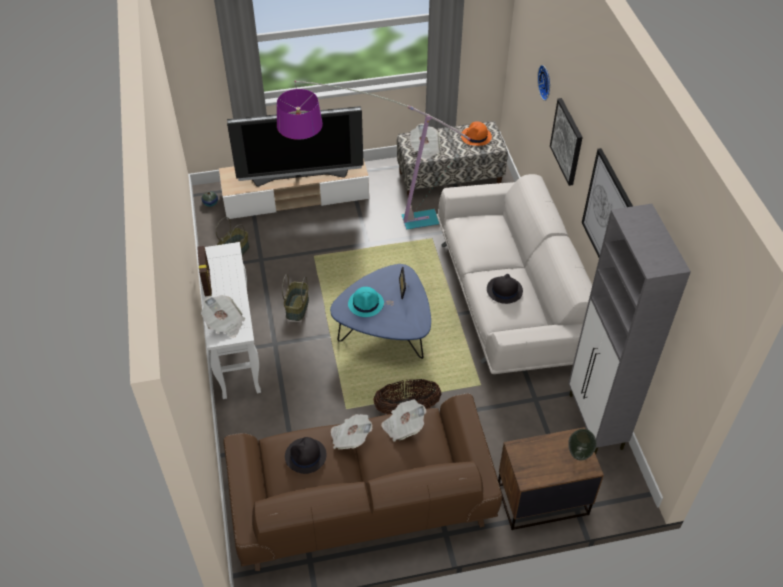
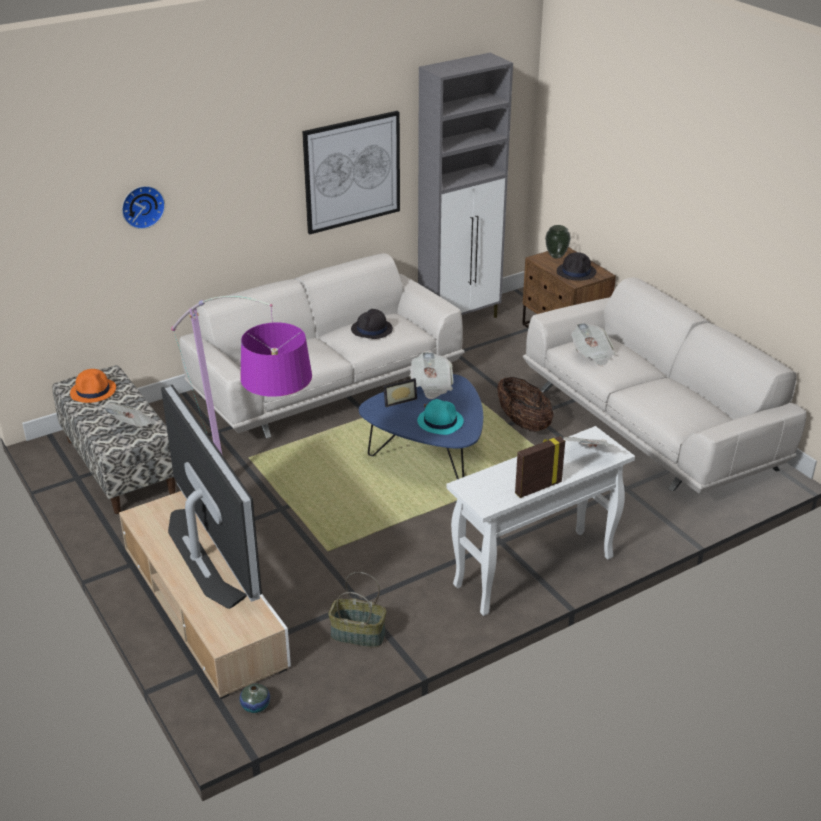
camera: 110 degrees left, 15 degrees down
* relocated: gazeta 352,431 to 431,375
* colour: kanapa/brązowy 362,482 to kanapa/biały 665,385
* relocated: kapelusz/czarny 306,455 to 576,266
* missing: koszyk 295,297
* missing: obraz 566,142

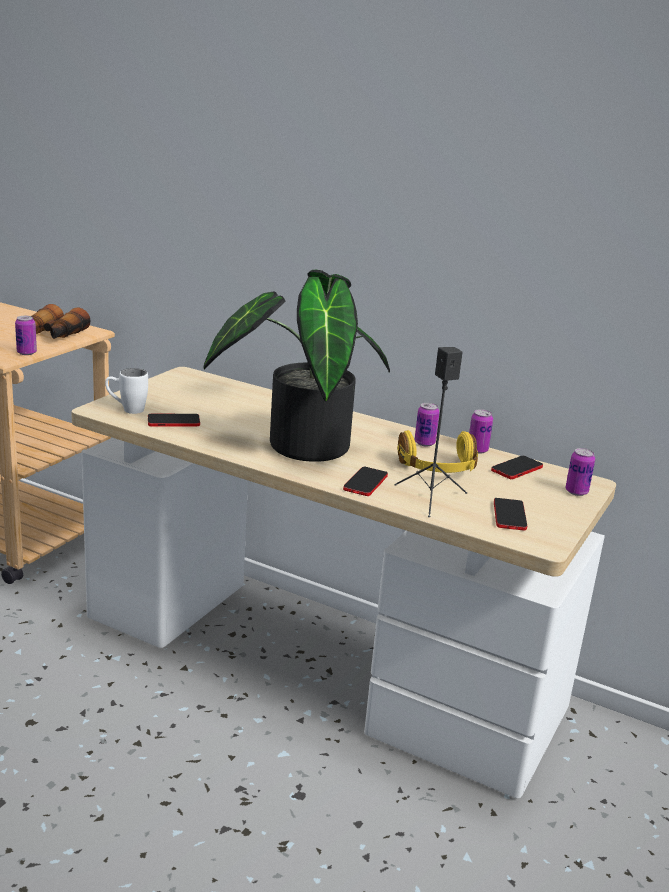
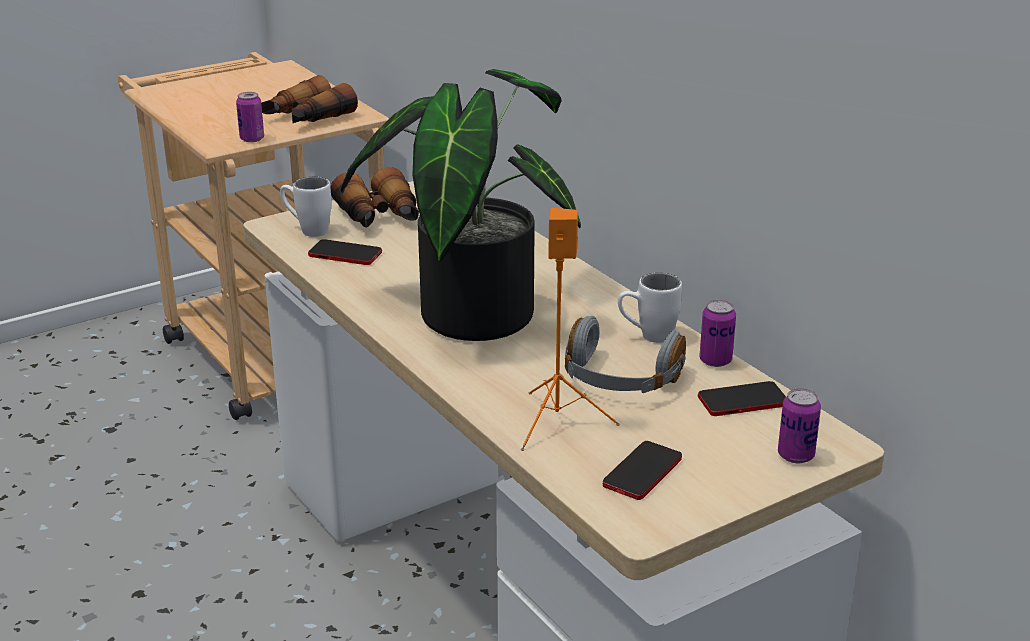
camera: 30 degrees right, 5 degrees up
* appeared: lornetka 374,197
* colour: głośnik/czarny 430,432 to głośnik/pomarańczowy 570,329
* colour: słuchawki/żółty 438,451 to słuchawki/szary 625,354
* exchanged: puszka 427,424 to kubek/biały 650,308
* missing: telefon 365,481

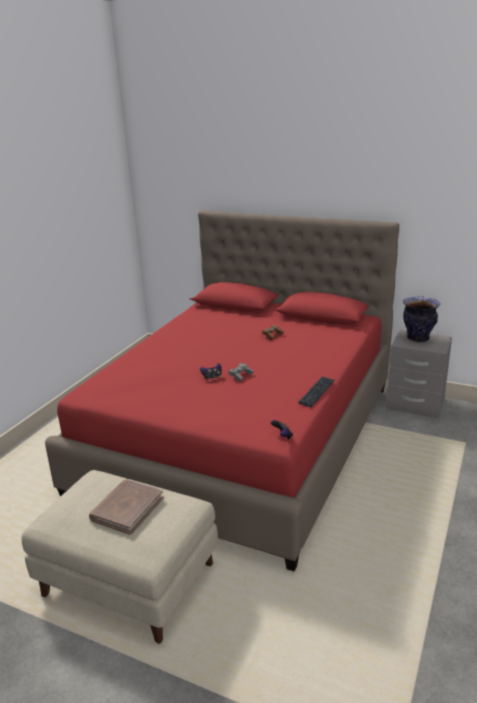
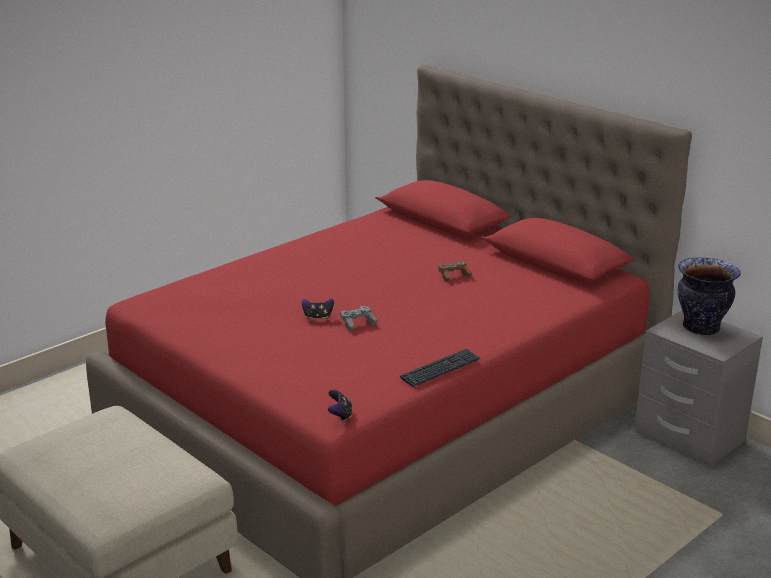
camera: 20 degrees right, 0 degrees up
* missing: książka/brązowy 126,507

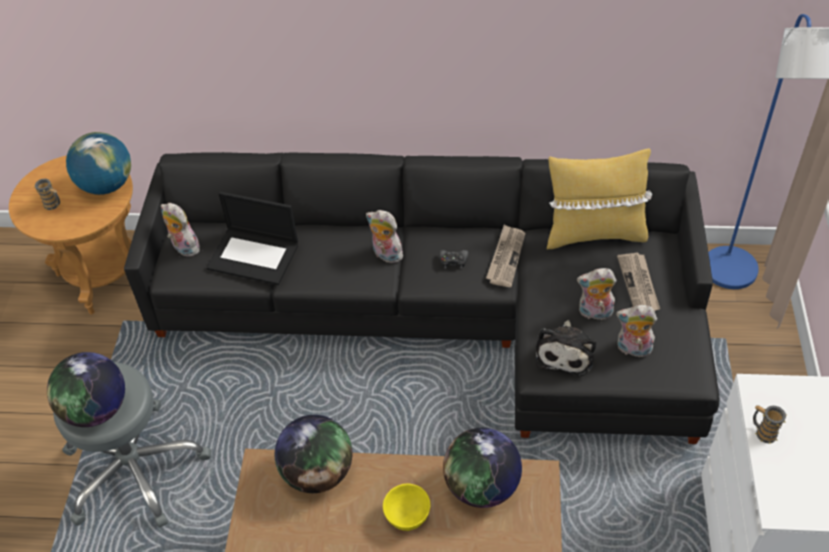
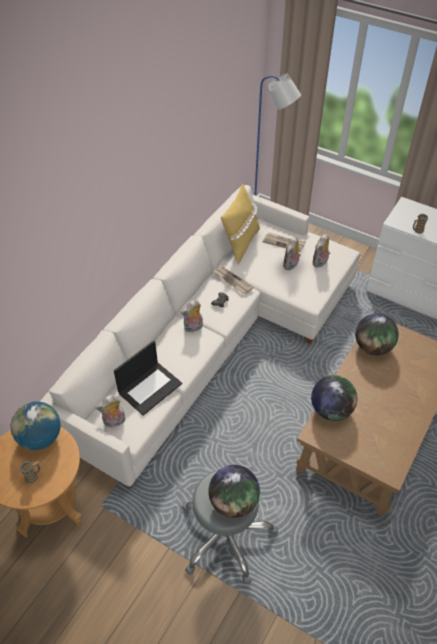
camera: 65 degrees left, 0 degrees up
* colour: kanapa/czarny 422,298 to kanapa/biały 200,336
* missing: miska/żółty 407,507
* missing: pluszak 566,348

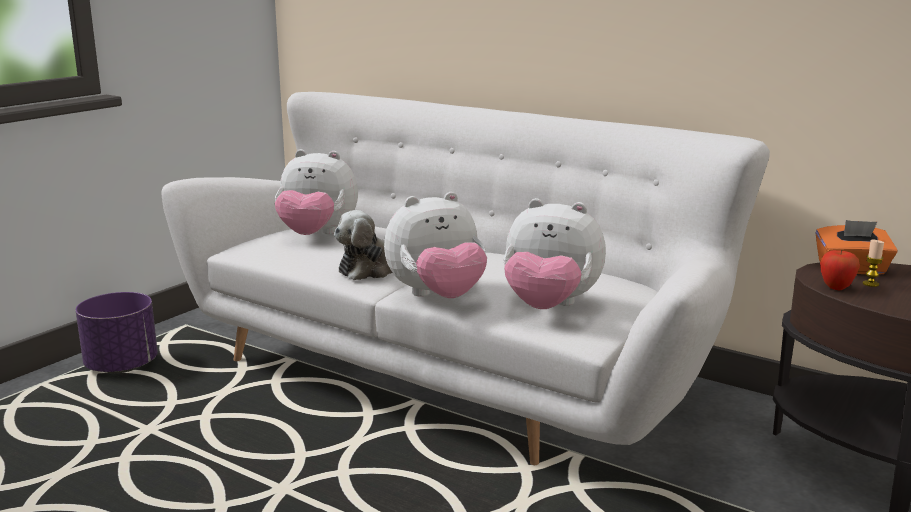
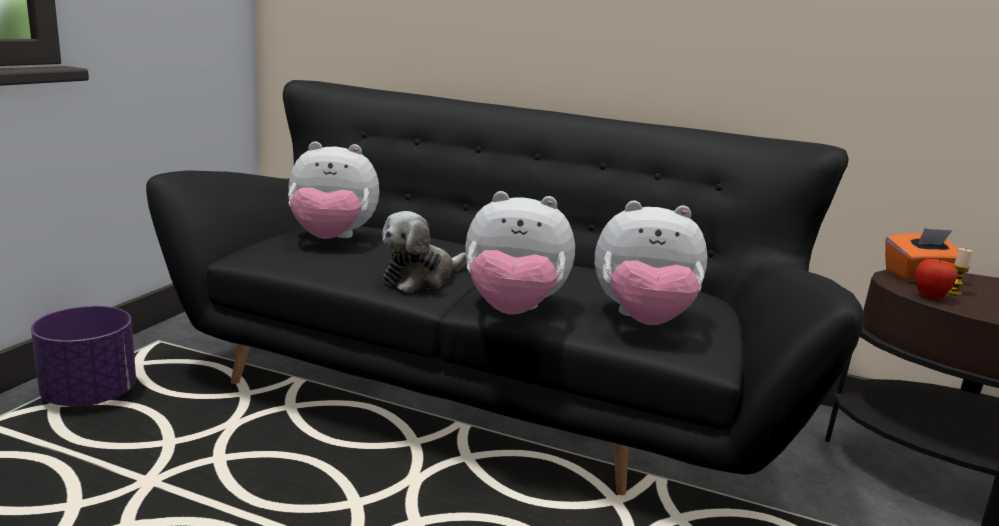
camera: 15 degrees left, 0 degrees up
* colour: kanapa/biały 466,278 to kanapa/czarny 505,287
* spun: pluszak 435,245 = 520,252 45 degrees clockwise

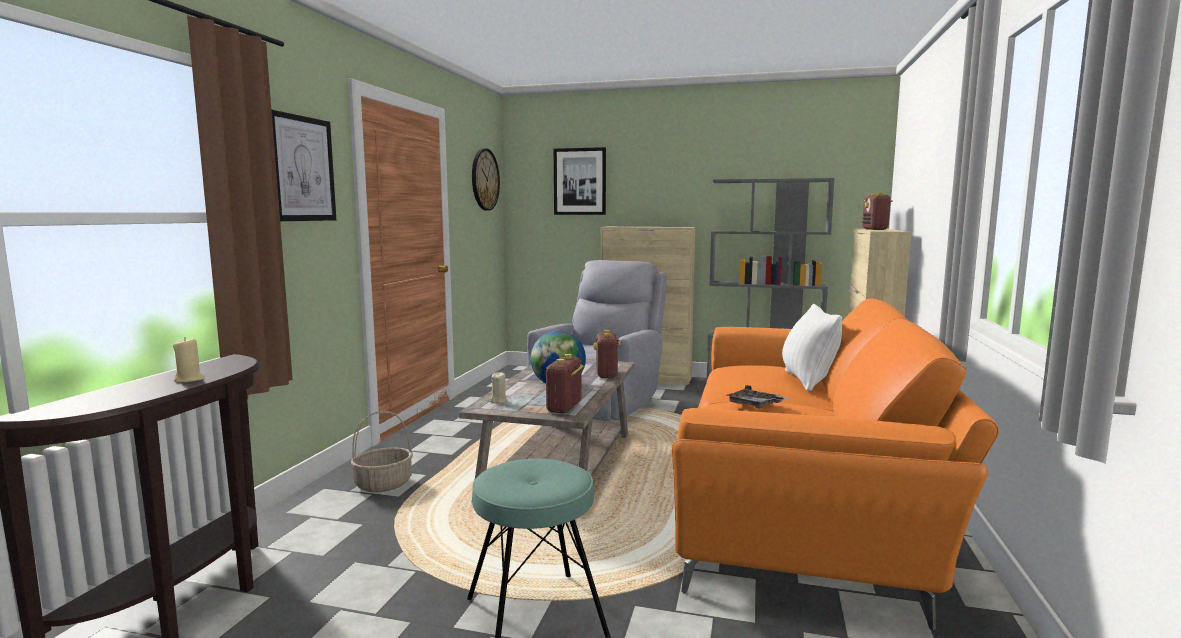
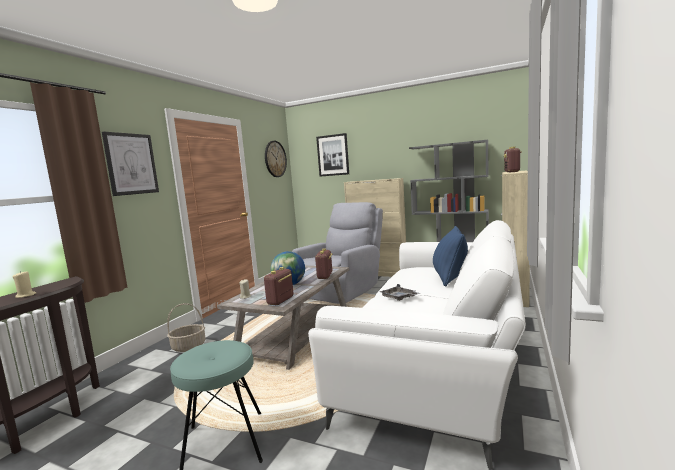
camera: 10 degrees right, 0 degrees up
* colour: kanapa/pomarańczowy 835,465 to kanapa/biały 417,345
* colour: poduszka/biały 812,348 to poduszka/niebieski 450,256

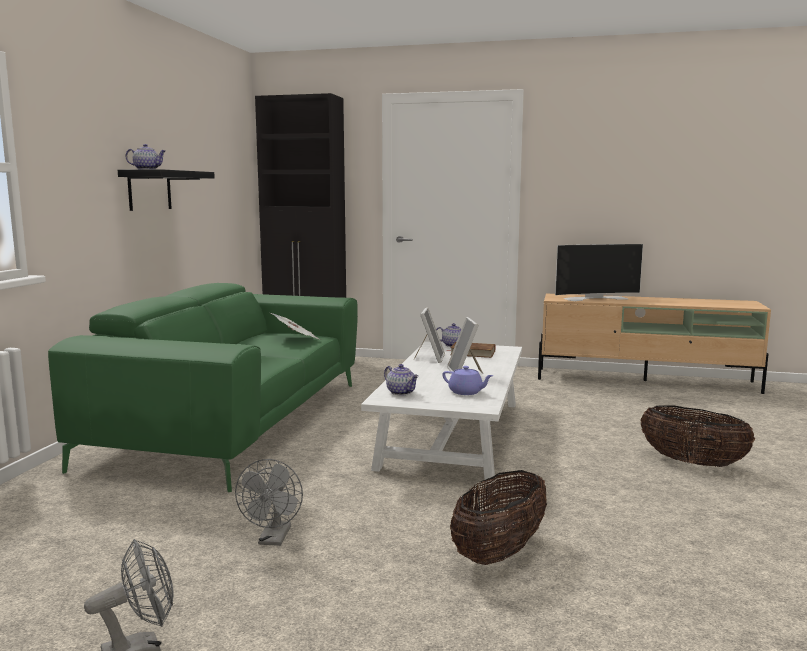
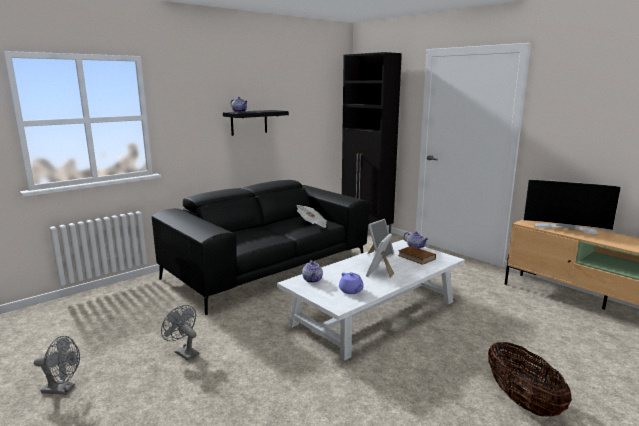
camera: 35 degrees right, 5 degrees up
* colour: kanapa/zielony 203,387 to kanapa/czarny 261,247
* spun: wentylator/szary 269,502 = 180,333 90 degrees clockwise
* missing: koszyk 498,517

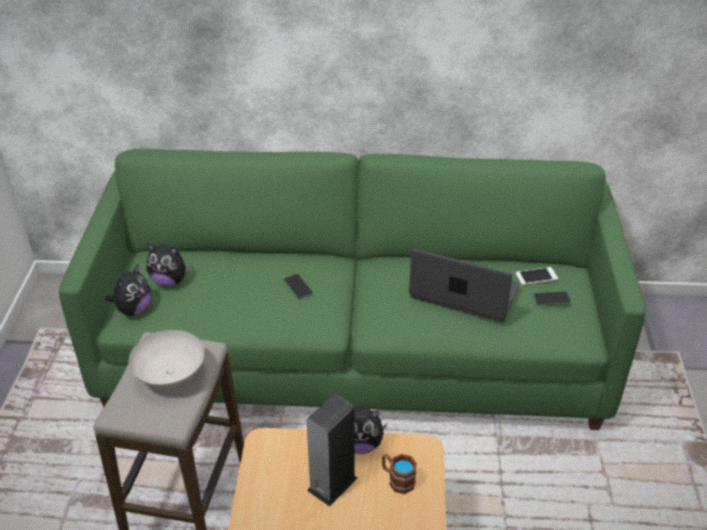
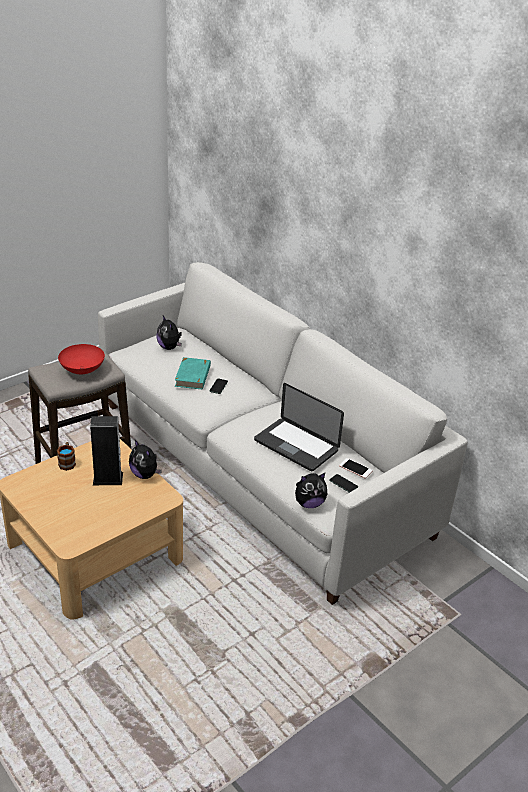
camera: 45 degrees right, 5 degrees down
* relocated: kubek 399,474 to 66,456
* colour: miska/biały 167,359 to miska/czerwony 81,359
* colour: kanapa/zielony 352,289 to kanapa/biały 283,433
* appeared: książka/turkusowy 193,373
* spun: laptop 464,285 = 299,427 150 degrees clockwise
* relocated: pluszak 128,290 to 311,490

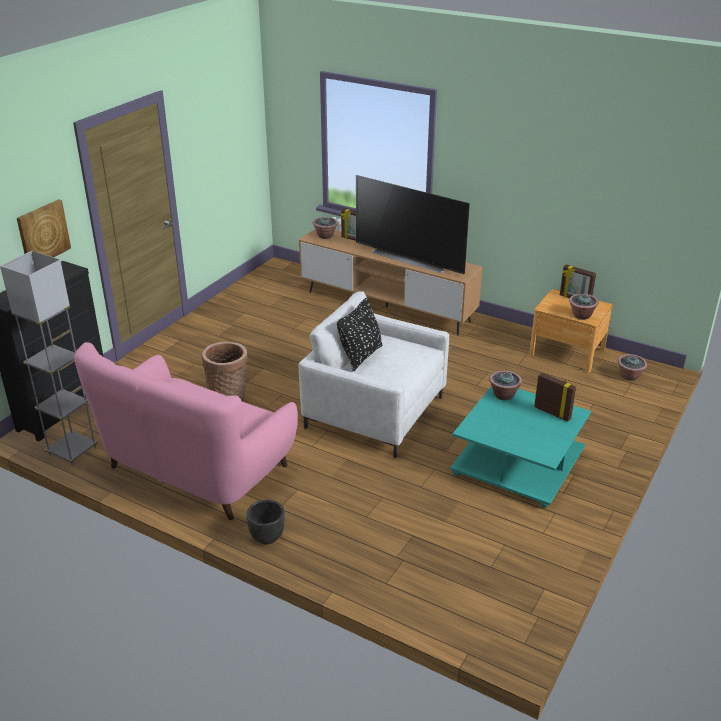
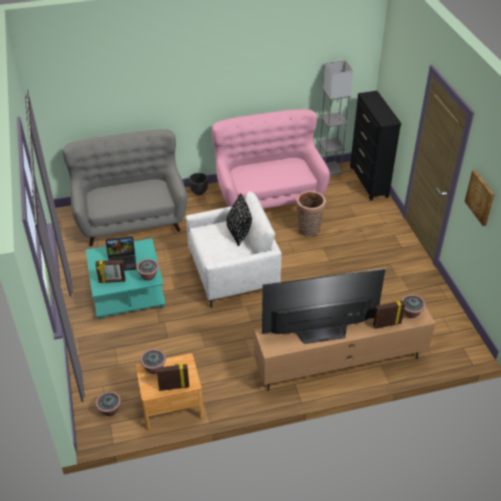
camera: 135 degrees right, 10 degrees up
* appeared: kanapa/szary 125,188
* appeared: laptop 120,253
* relocated: obraz 44,228 to 479,198

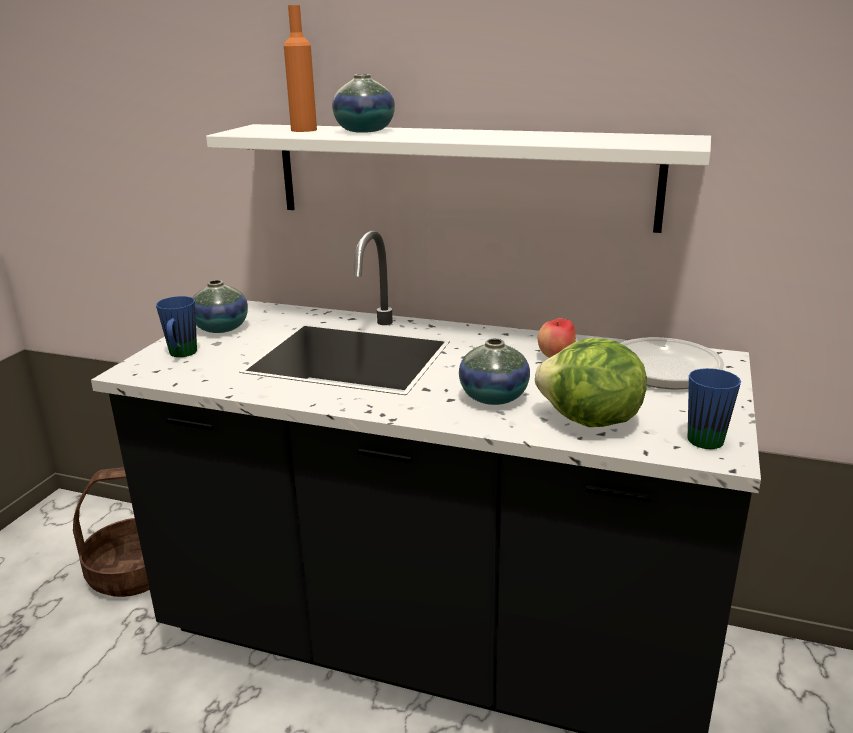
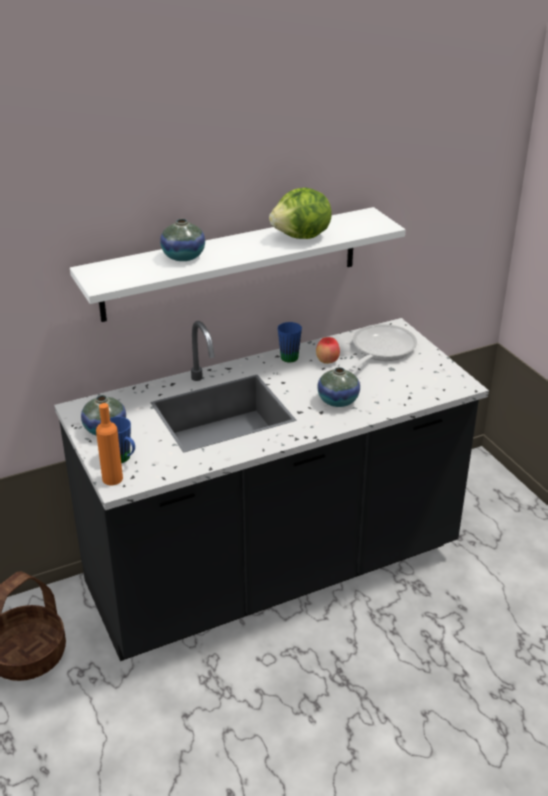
camera: 45 degrees left, 10 degrees up
* relocated: butelka/pomarańczowy 300,68 to 109,444
* relocated: sałata 591,382 to 300,213
* relocated: kubek/niebieski 714,408 to 290,342

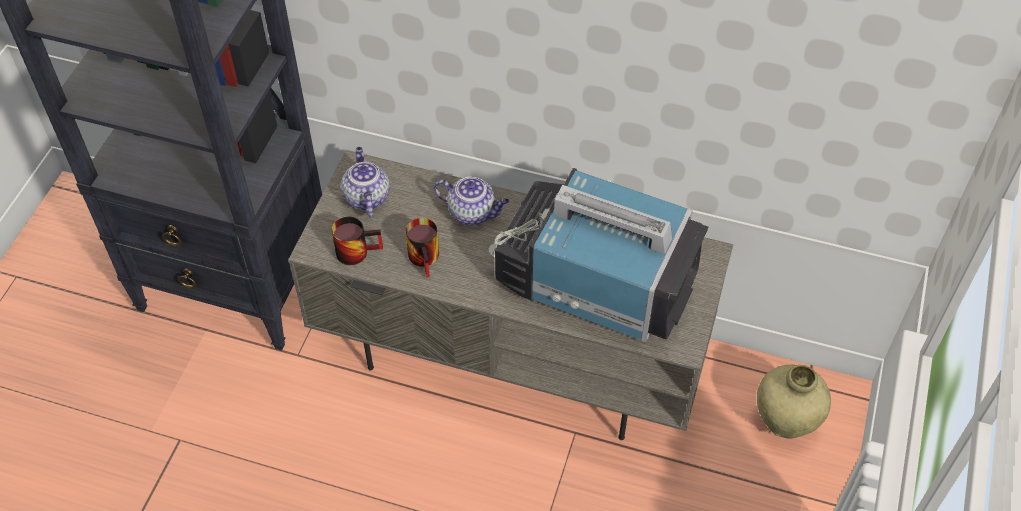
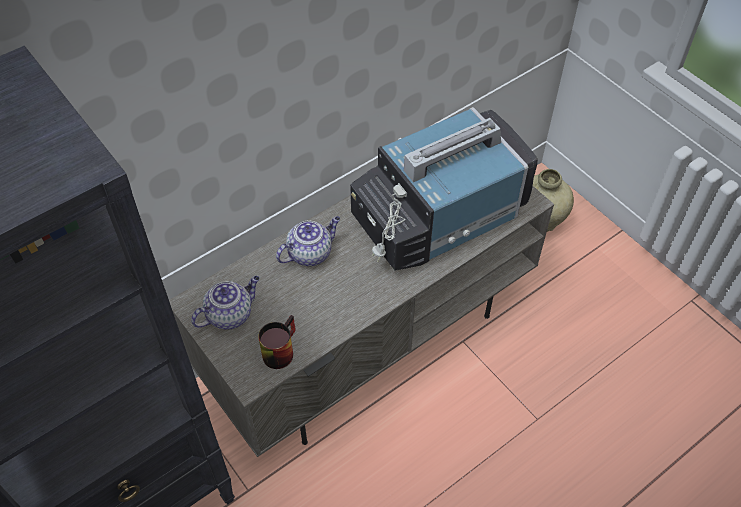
camera: 55 degrees left, 0 degrees up
* spun: imbryk 365,182 = 225,303 120 degrees clockwise
* missing: kubek 422,247

